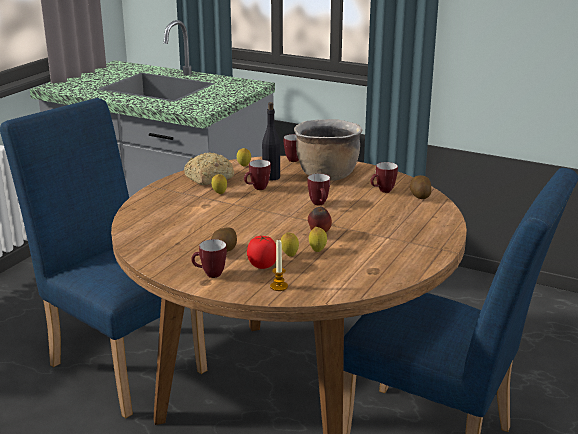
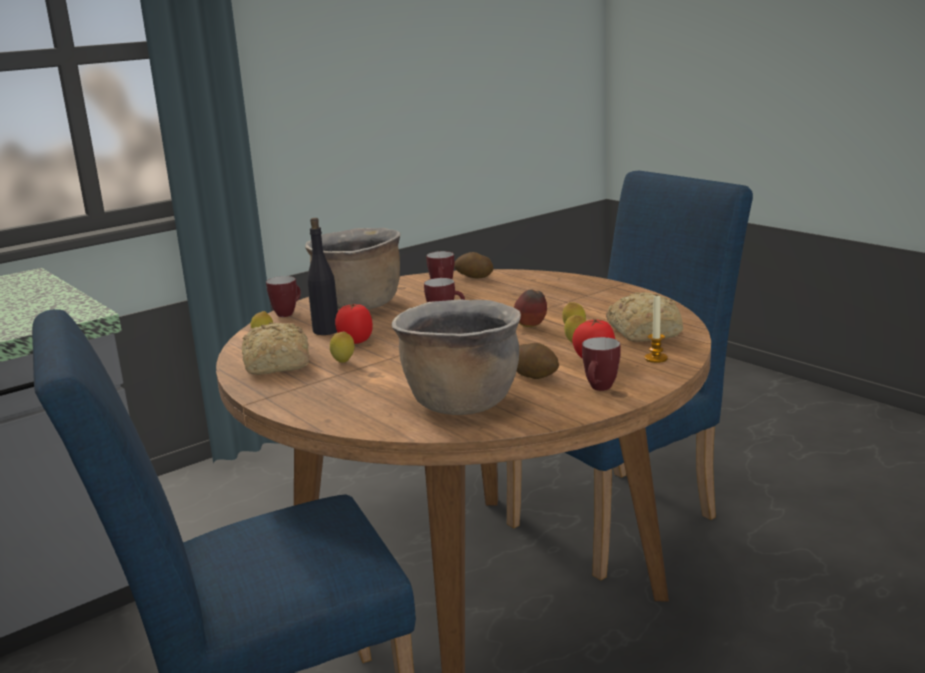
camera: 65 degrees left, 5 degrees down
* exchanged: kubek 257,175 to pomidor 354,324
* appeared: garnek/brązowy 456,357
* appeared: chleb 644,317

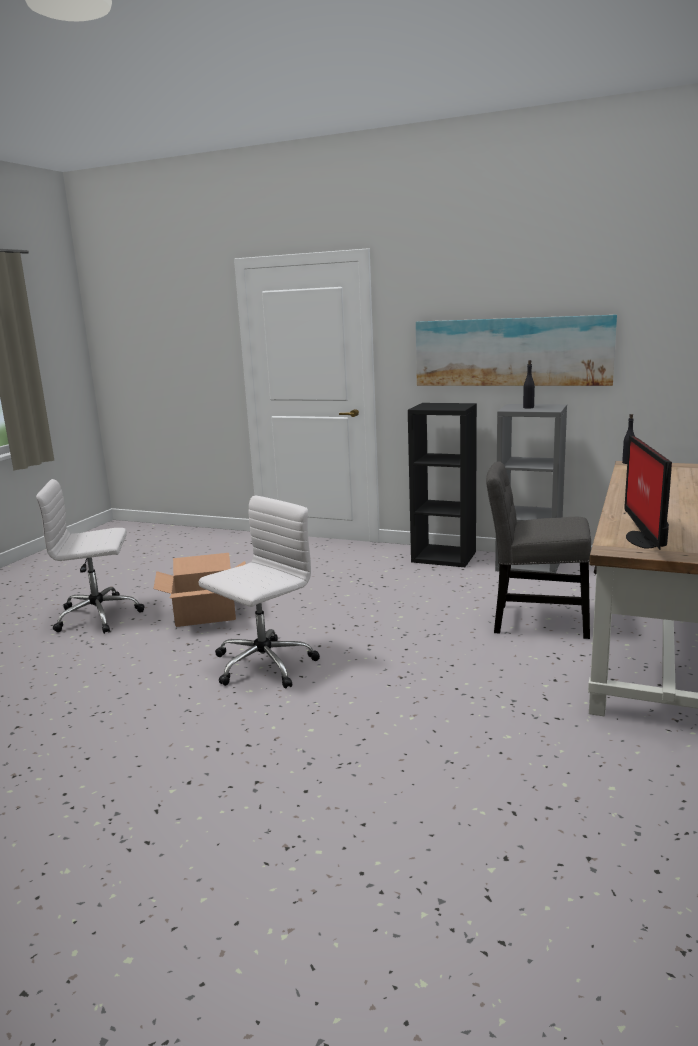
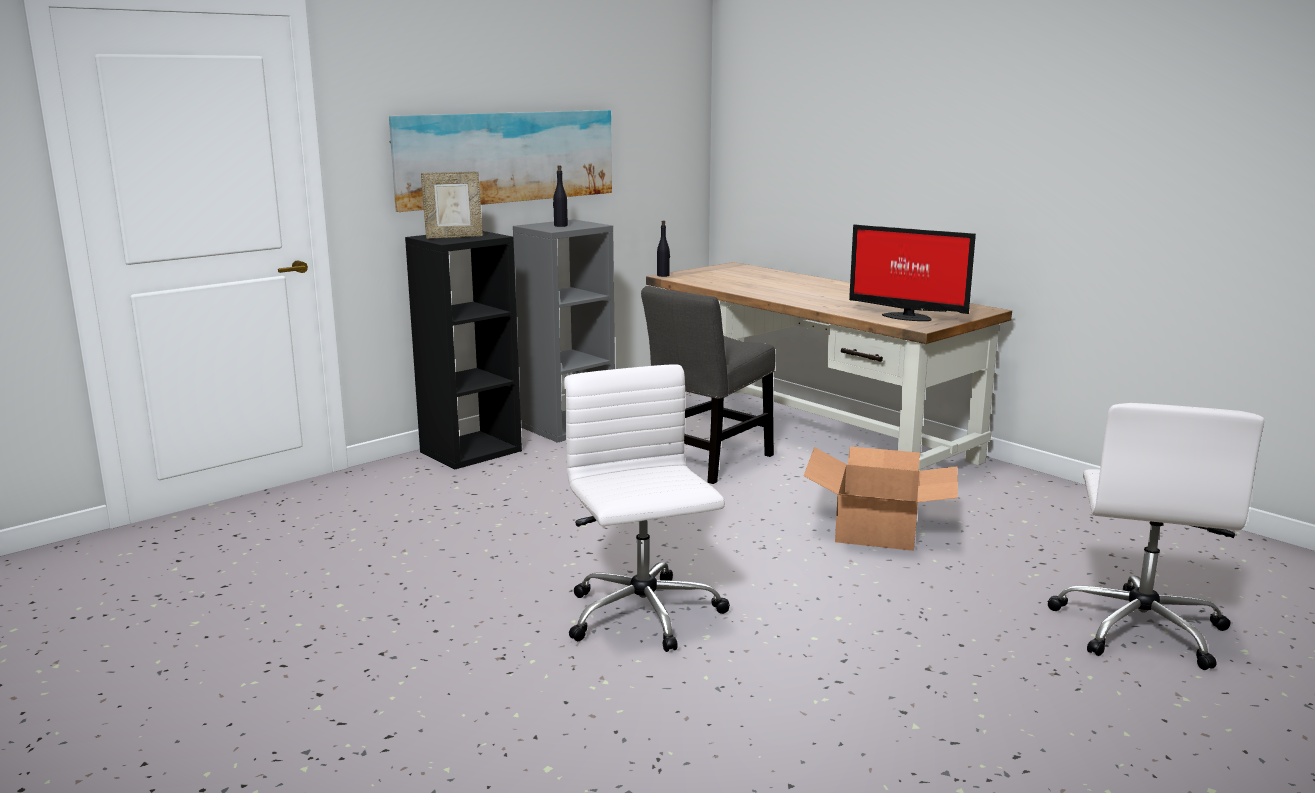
camera: 65 degrees left, 0 degrees up
* appeared: ramka na zdjęcie 452,205
* relocated: karton 199,590 to 881,499
* relocated: krzesło biurowe/biały 90,556 to 1156,536

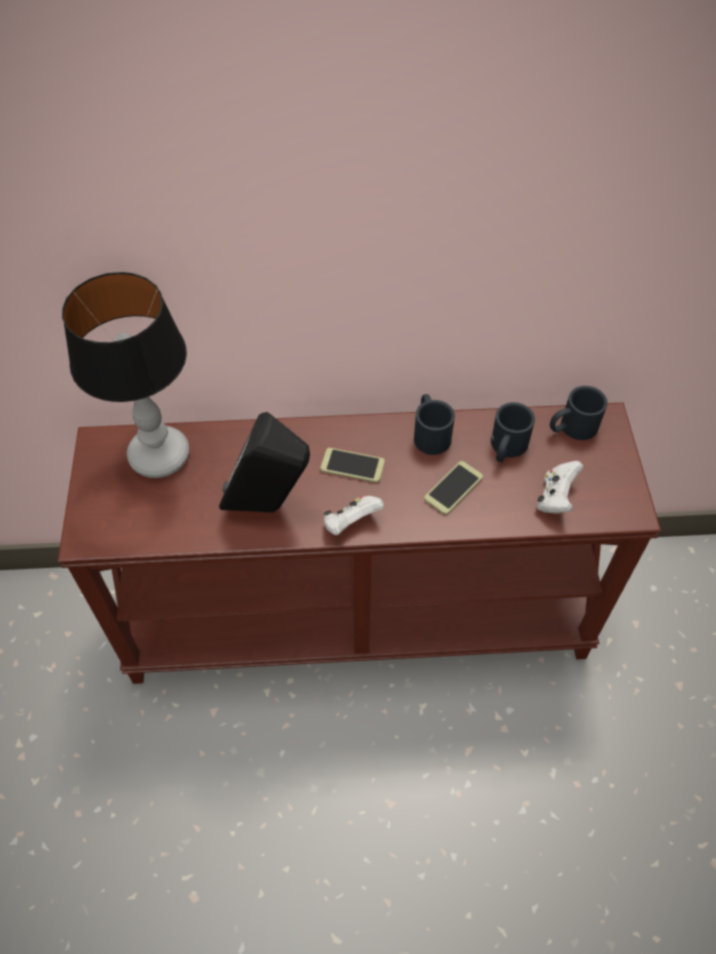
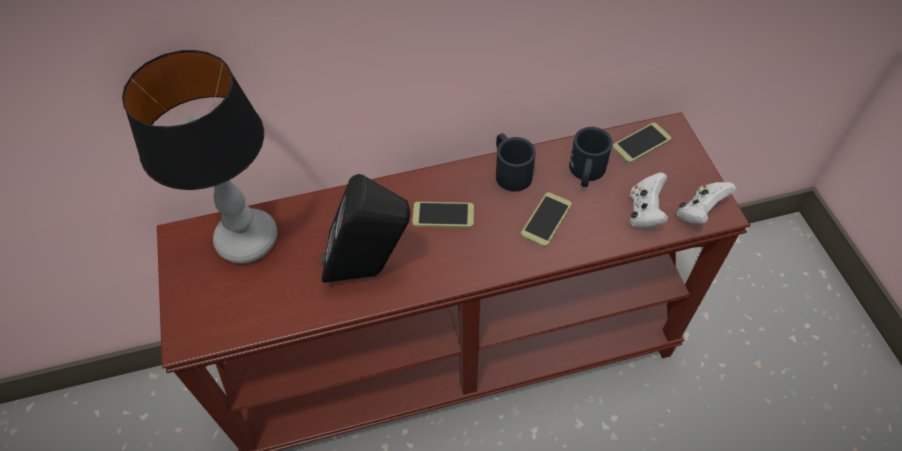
camera: 10 degrees left, 0 degrees up
* exchanged: kubek/czarny 579,413 to telefon 641,143
* relocated: pad do gier/biały 354,515 to 706,202

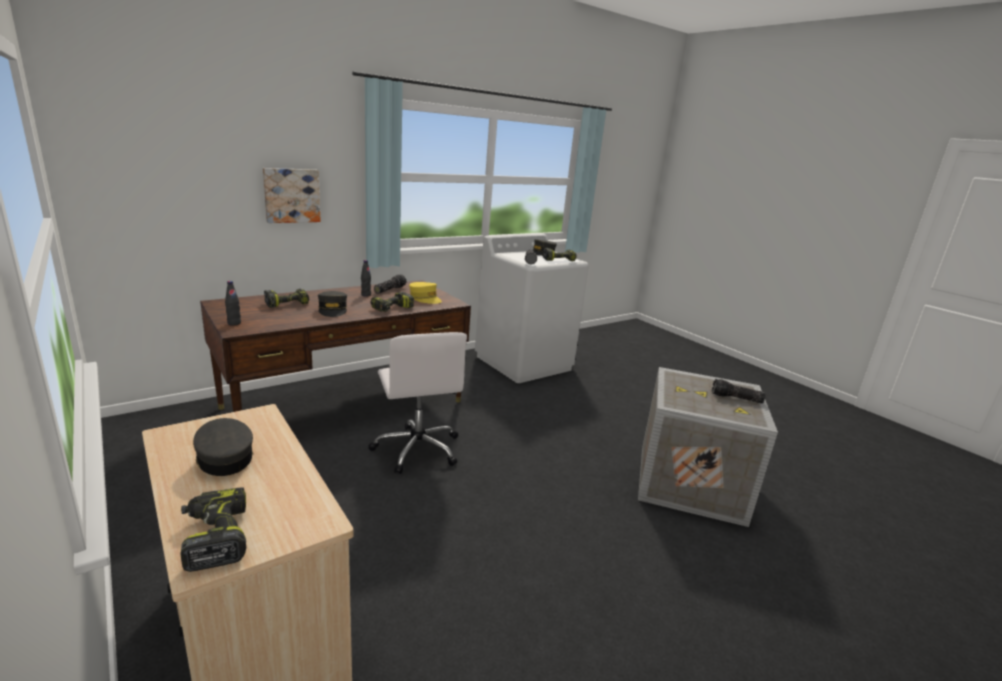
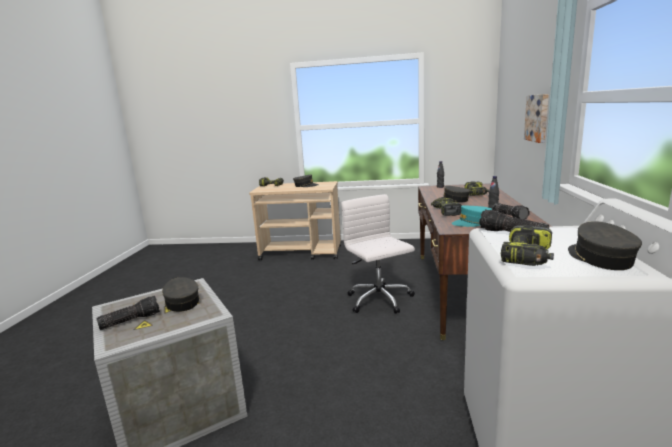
camera: 135 degrees right, 5 degrees down
* appeared: czapka z daszkiem/szary 181,294
* spun: krzesło biurowe/biały 417,403 = 378,254 45 degrees clockwise
* colour: czapka z daszkiem/żółty 425,293 to czapka z daszkiem/turkusowy 472,216

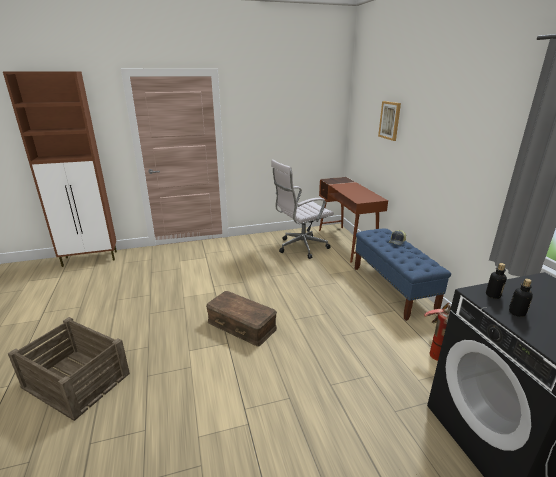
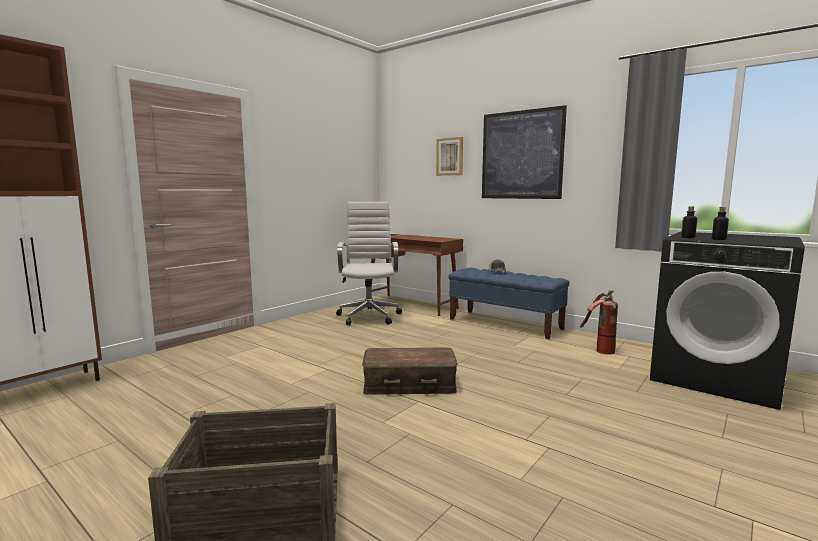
camera: 35 degrees left, 15 degrees down
* spun: krzesło biurowe/biały 302,209 = 369,263 150 degrees clockwise
* appeared: obraz 524,152

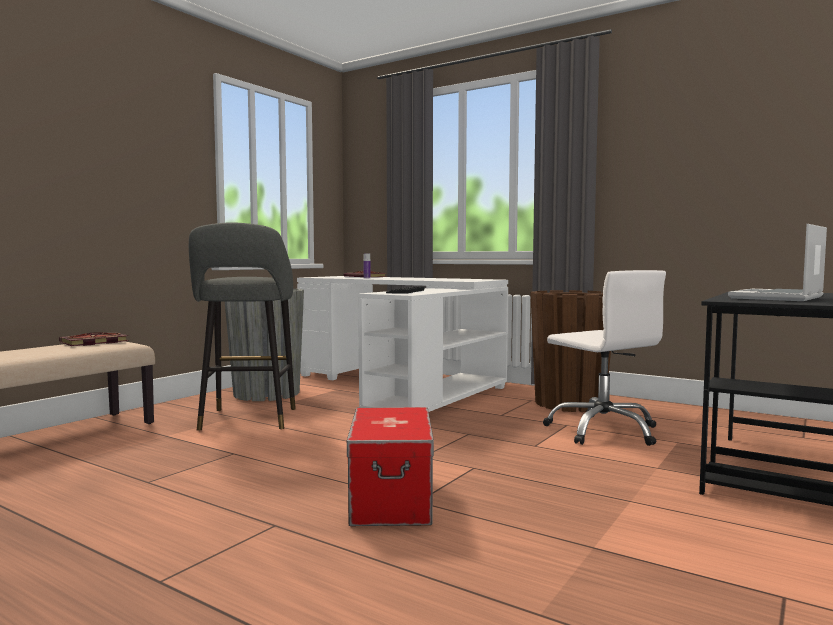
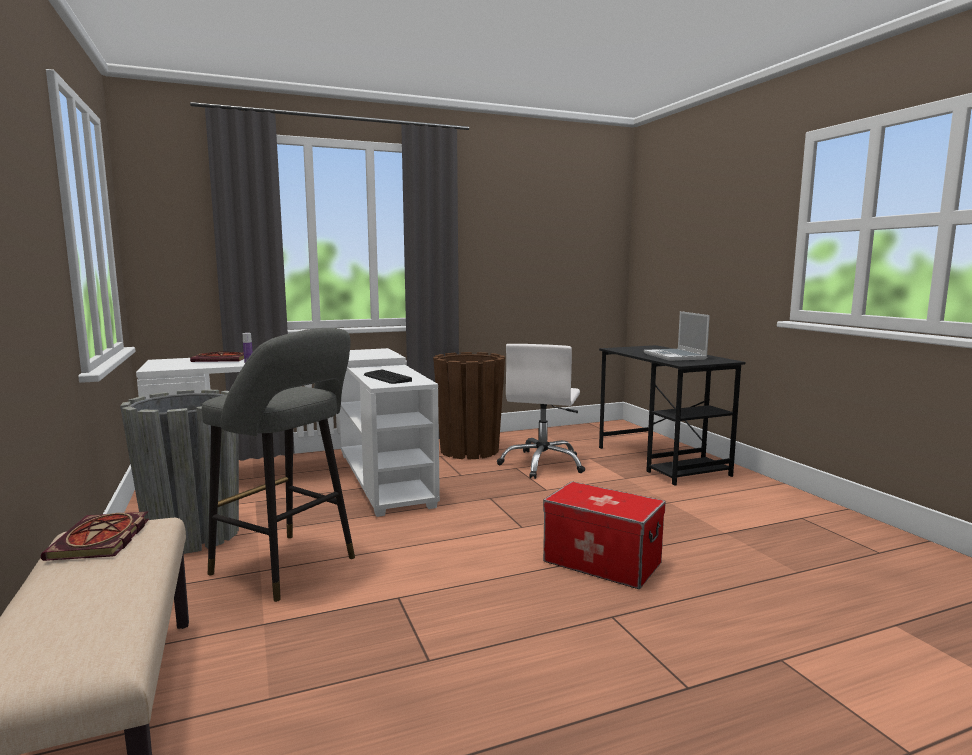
camera: 55 degrees left, 5 degrees up
* spun: krzesło biurowe/biały 604,358 = 541,411 105 degrees clockwise

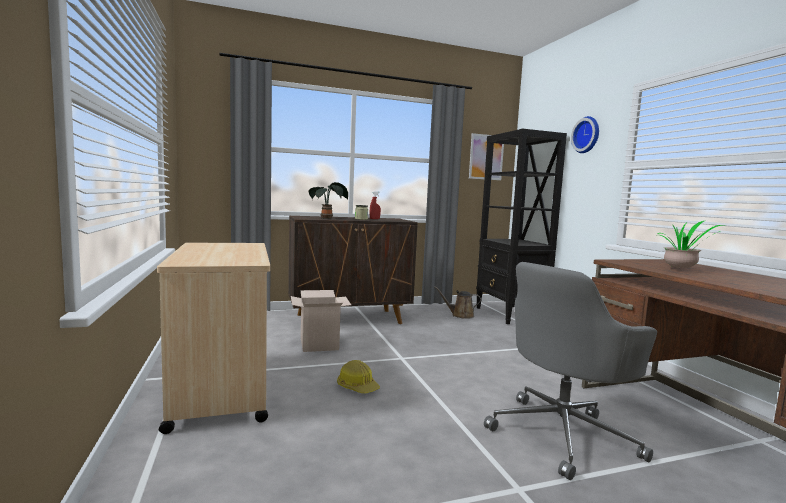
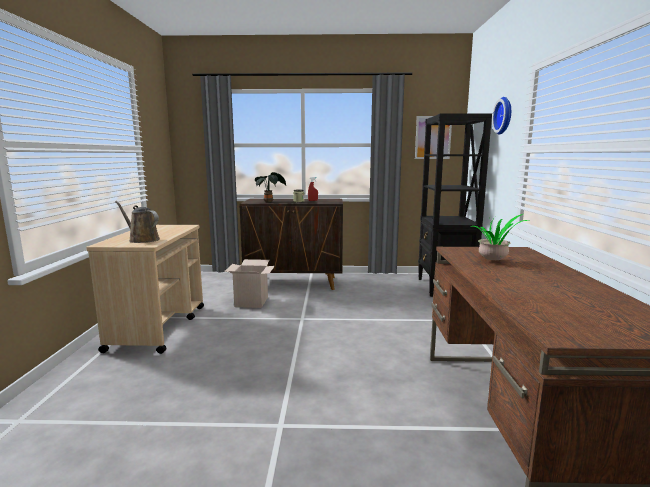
camera: 20 degrees right, 5 degrees up
* relocated: konewka/brązowy 457,302 to 137,222
* missing: kask 358,376
* missing: krzesło biurowe/szary 570,371

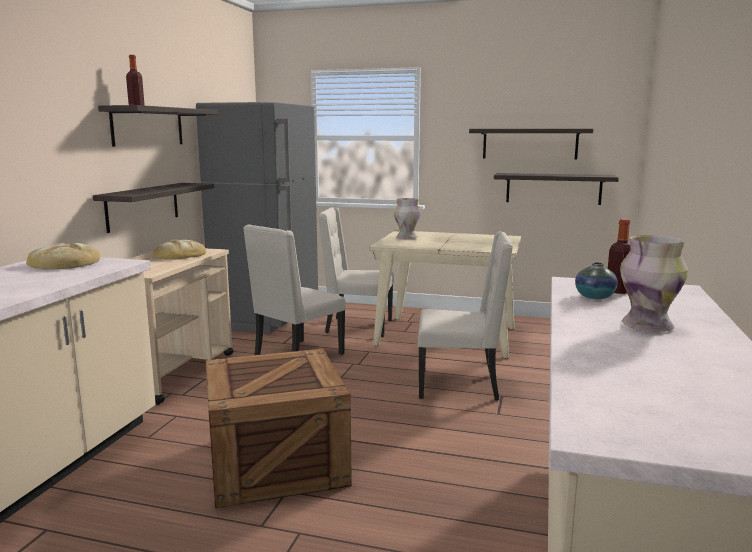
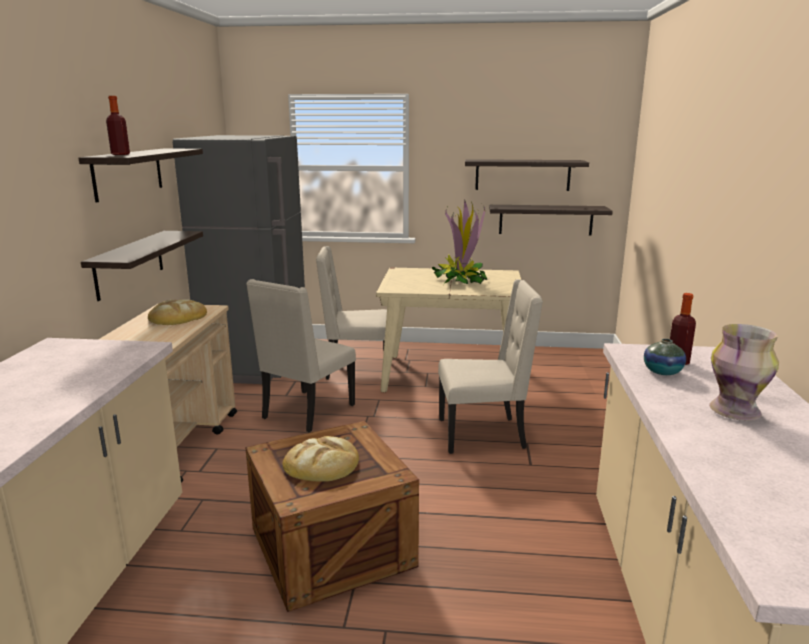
camera: 10 degrees left, 5 degrees up
* relocated: chleb 63,256 to 320,459
* appeared: roślina doniczkowa 459,241
* missing: wazon 407,218

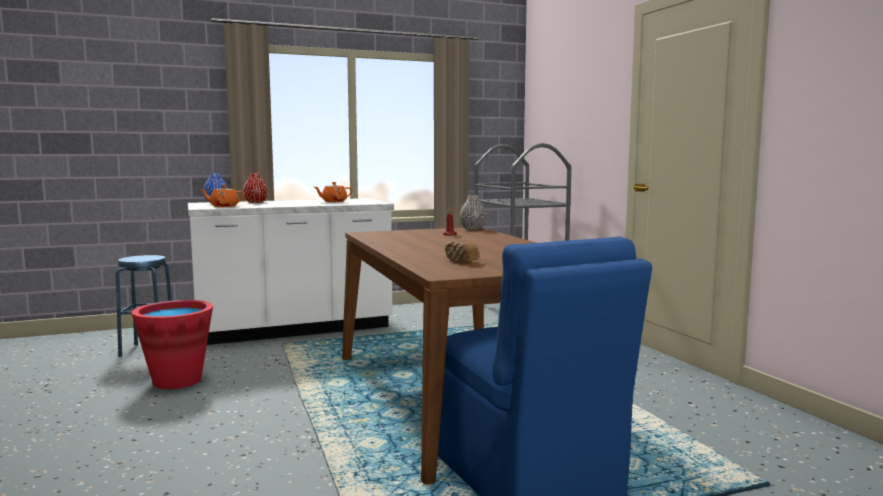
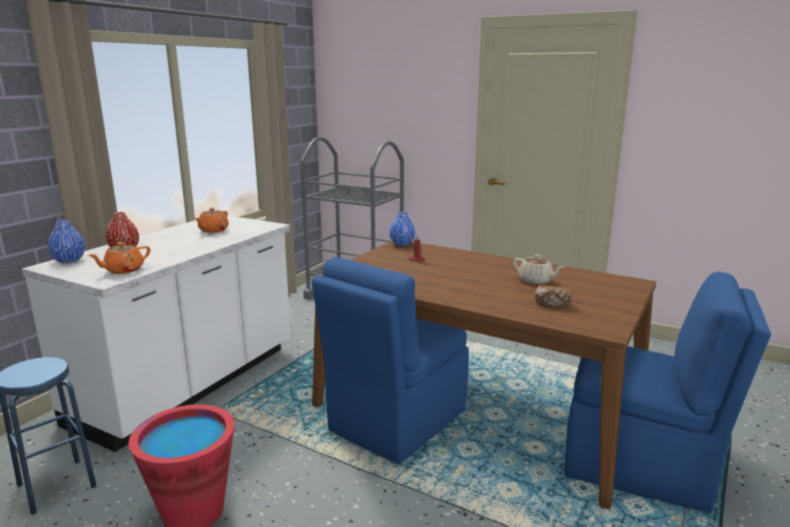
camera: 40 degrees left, 10 degrees up
* appeared: krzesło/niebieski 390,360
* colour: wazon/szary 473,212 to wazon/niebieski 402,229
* appeared: imbryk/beżowy 538,270

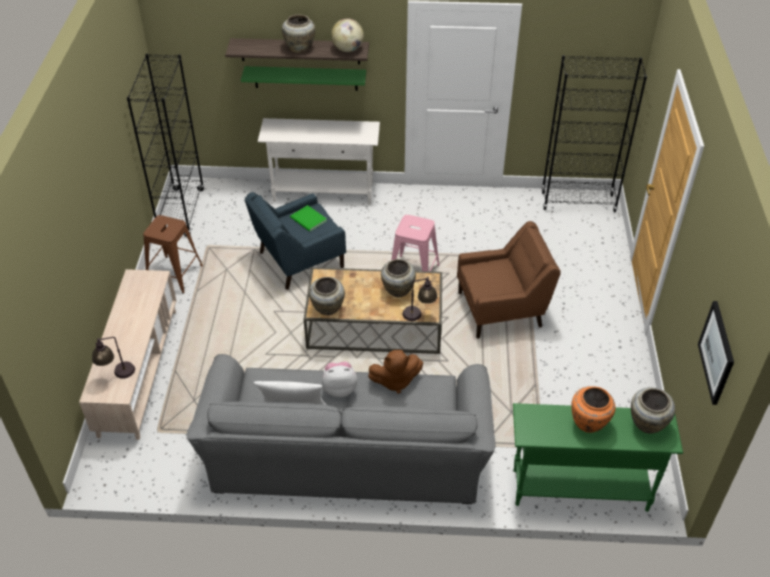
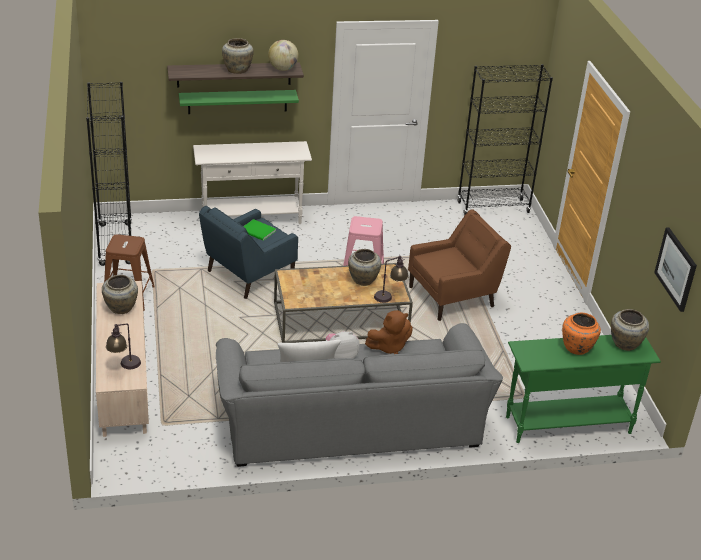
camera: 15 degrees left, 10 degrees down
* relocated: wazon/beżowy 327,296 to 120,294

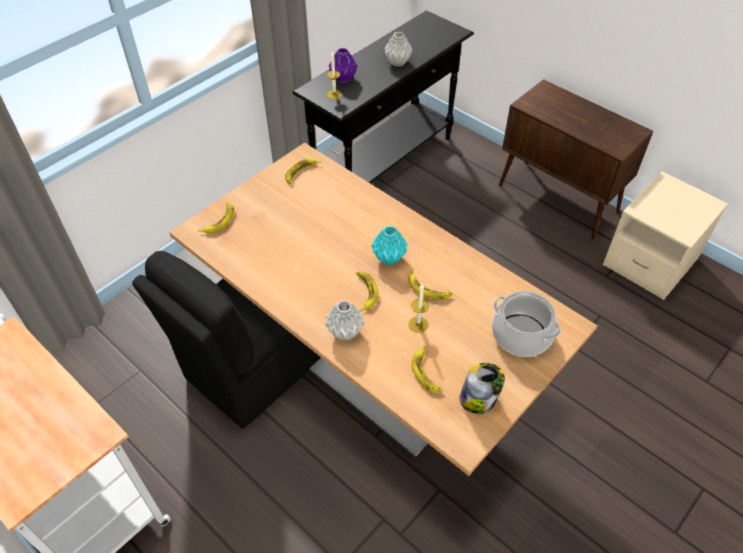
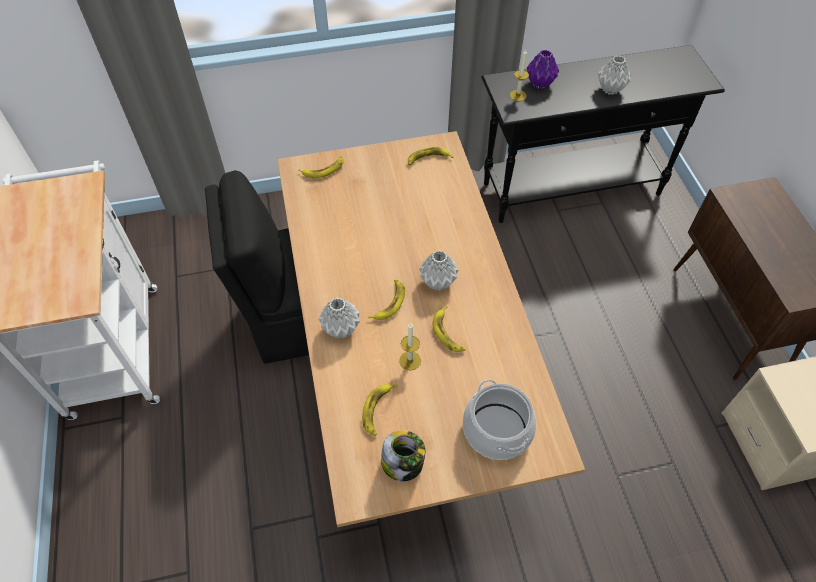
camera: 35 degrees right, 5 degrees up
* colour: wazon/turkusowy 389,245 to wazon/szary 438,270

